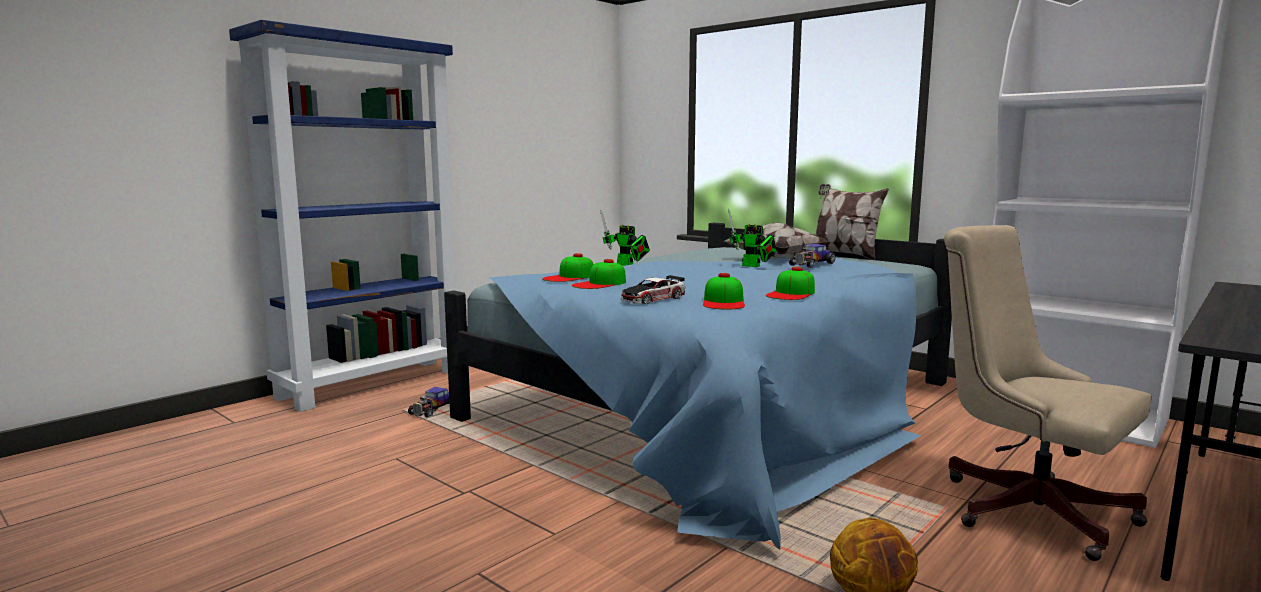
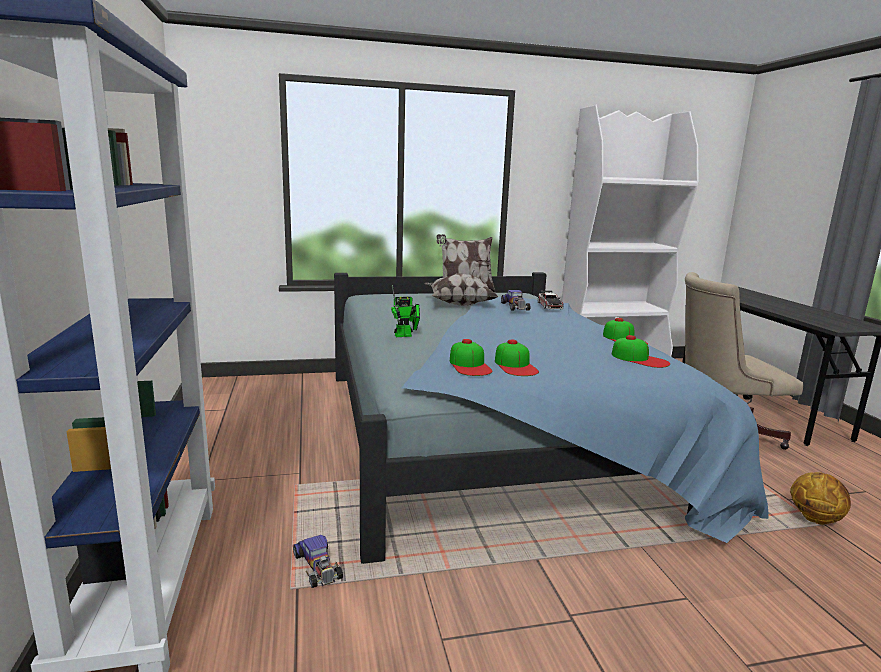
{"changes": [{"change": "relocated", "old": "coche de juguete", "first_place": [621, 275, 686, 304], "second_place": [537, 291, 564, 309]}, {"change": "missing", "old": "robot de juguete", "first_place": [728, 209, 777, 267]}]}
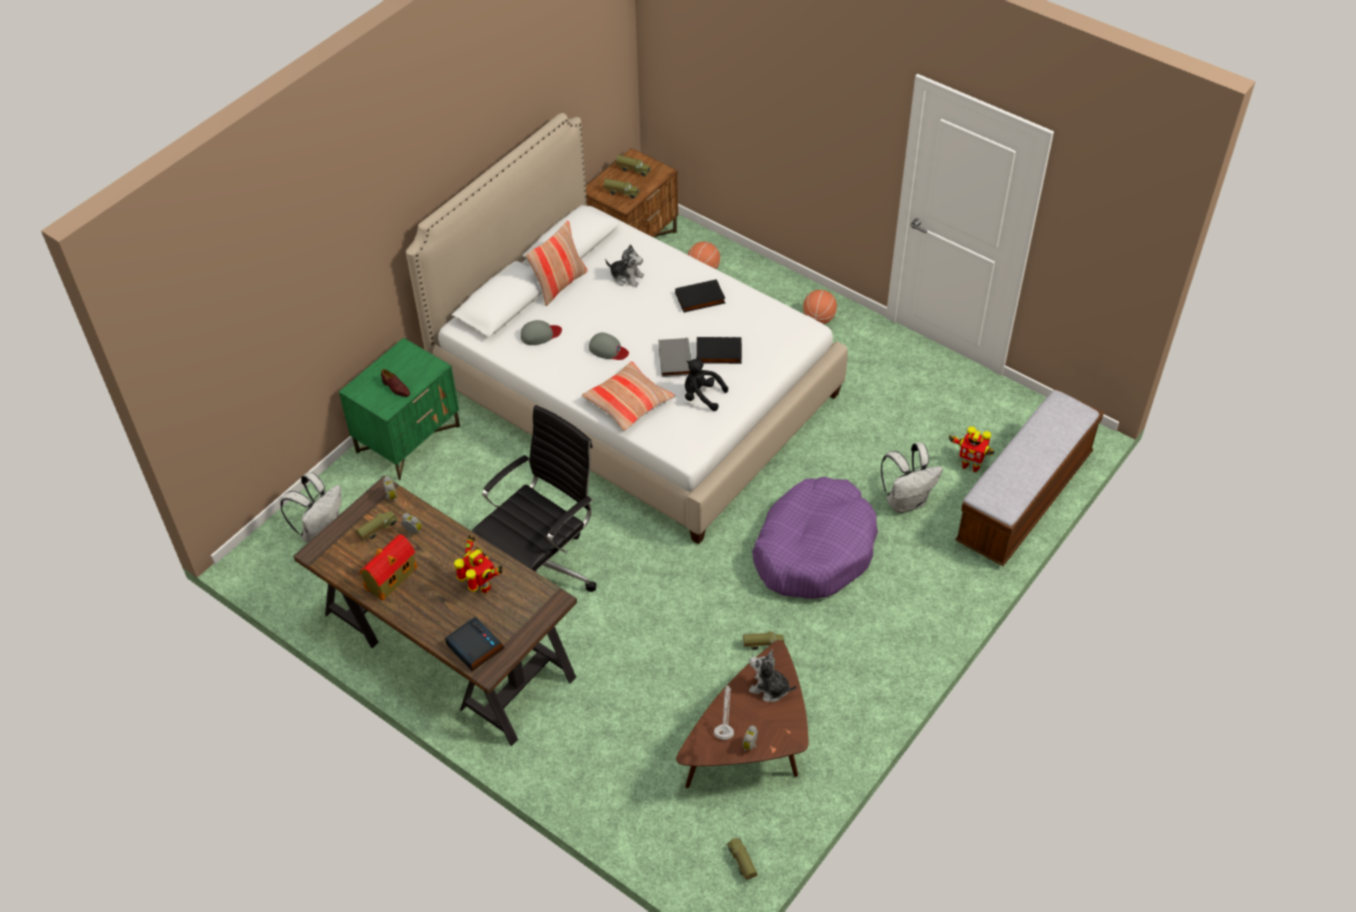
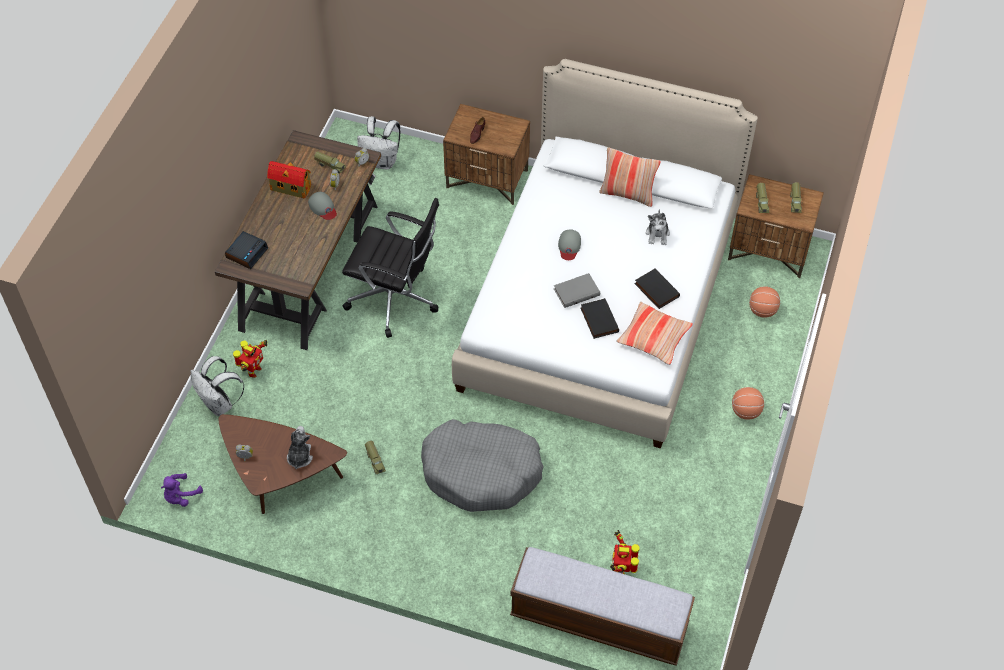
{"changes": [{"change": "colour", "old": "mesita de noche [verde]", "new": "mesita de noche [marrón]", "first_place": [339, 338, 460, 480], "second_place": [443, 104, 530, 205]}, {"change": "relocated", "old": "robot de juguete", "first_place": [454, 535, 503, 593], "second_place": [233, 340, 268, 378]}, {"change": "relocated", "old": "gorra [gris]", "first_place": [521, 320, 562, 345], "second_place": [308, 192, 337, 220]}, {"change": "relocated", "old": "cojín", "first_place": [582, 361, 675, 431], "second_place": [616, 302, 693, 365]}, {"change": "missing", "old": "peluche [negro]", "first_place": [685, 359, 728, 411]}, {"change": "missing", "old": "lámpara de mesa [gris]", "first_place": [714, 686, 734, 740]}, {"change": "exchanged", "old": "camión de juguete", "new": "peluche [morado]", "first_place": [727, 838, 757, 880], "second_place": [161, 473, 203, 507]}, {"change": "colour", "old": "cama para perro [morado]", "new": "cama para perro [gris]", "first_place": [752, 477, 878, 599], "second_place": [421, 419, 544, 512]}, {"change": "relocated", "old": "mochila [blanco]", "first_place": [881, 443, 943, 513], "second_place": [190, 356, 244, 416]}]}
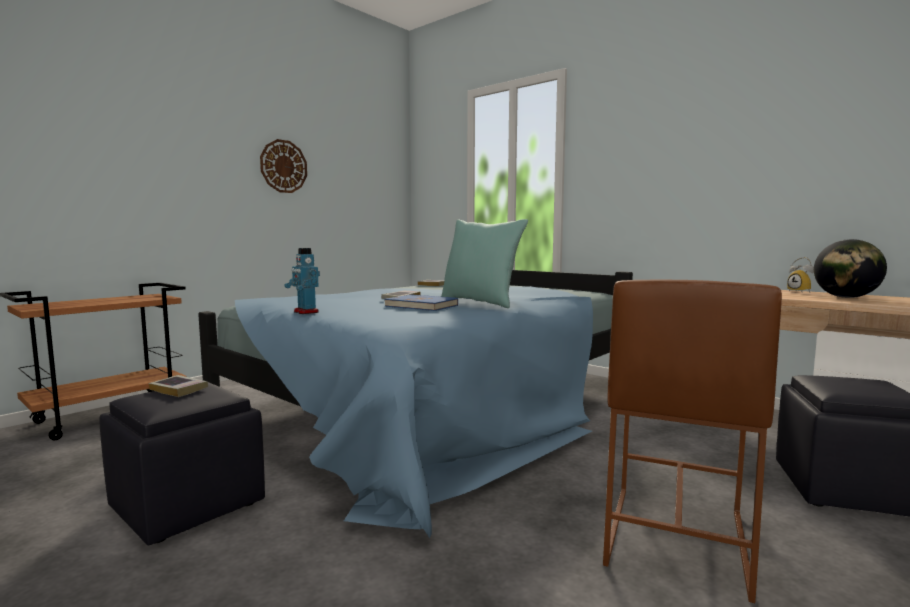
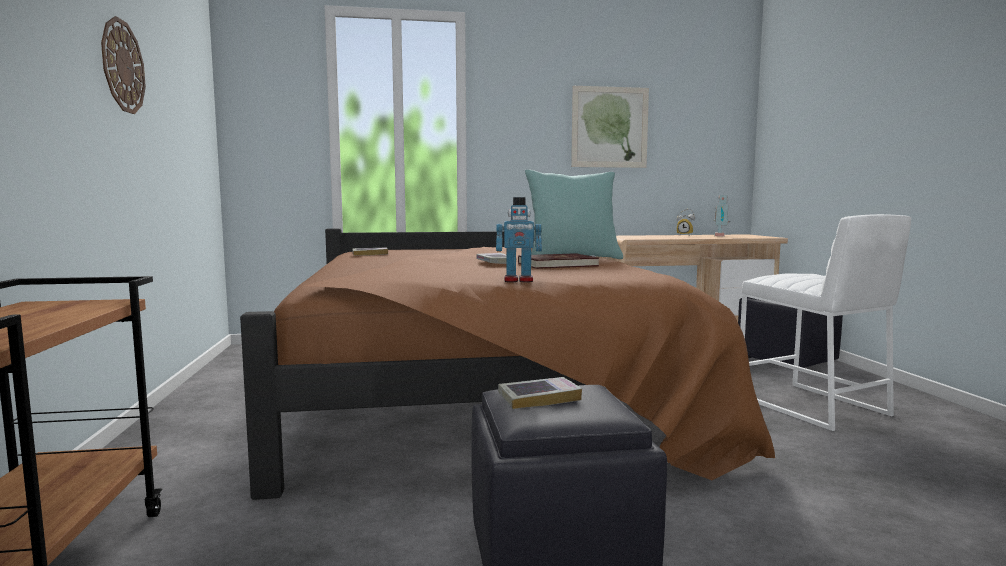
{"changes": [{"change": "colour", "old": "cama [azul]", "new": "cama [marrón]", "first_place": [198, 270, 633, 538], "second_place": [240, 228, 775, 500]}, {"change": "colour", "old": "libro [azul]", "new": "libro [rojo]", "first_place": [385, 294, 458, 311], "second_place": [518, 253, 599, 269]}, {"change": "colour", "old": "taburete [marrón]", "new": "taburete [blanco]", "first_place": [603, 280, 782, 603], "second_place": [740, 214, 911, 431]}, {"change": "exchanged", "old": "globo terráqueo", "new": "robot de juguete", "first_place": [814, 239, 887, 298], "second_place": [714, 195, 730, 236]}, {"change": "appeared", "new": "cuadro", "second_place": [571, 86, 649, 168]}]}
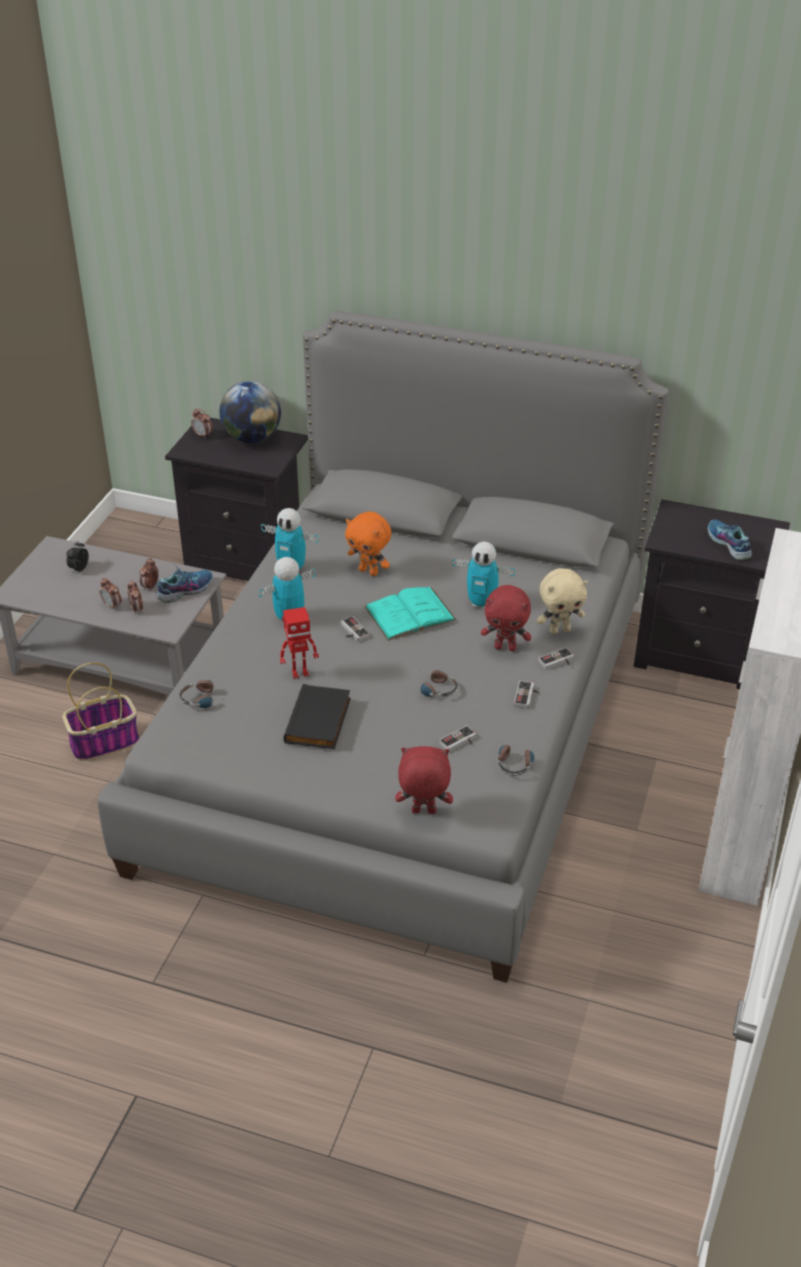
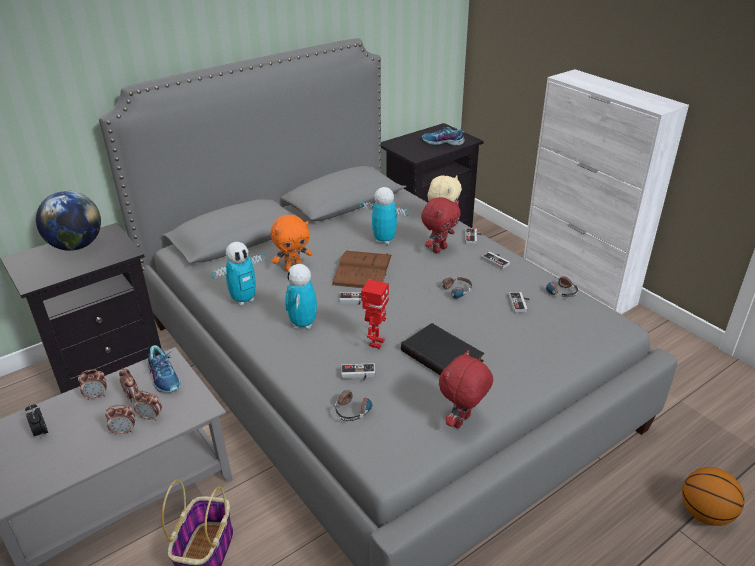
{"changes": [{"change": "spun", "old": "zapato", "first_place": [156, 564, 212, 603], "second_place": [148, 345, 181, 393], "degrees": 150}, {"change": "relocated", "old": "despertador", "first_place": [191, 408, 212, 439], "second_place": [78, 370, 107, 400]}, {"change": "colour", "old": "libro [turquesa]", "new": "libro [marrón]", "first_place": [365, 587, 456, 641], "second_place": [332, 251, 392, 288]}, {"change": "relocated", "old": "peluche [rojo]", "first_place": [395, 746, 453, 814], "second_place": [439, 350, 493, 429]}, {"change": "spun", "old": "robot de juguete", "first_place": [452, 542, 515, 609], "second_place": [360, 187, 409, 244], "degrees": -120}, {"change": "appeared", "new": "mando de consola", "second_place": [341, 363, 375, 381]}, {"change": "appeared", "new": "balón de baloncesto", "second_place": [682, 467, 745, 526]}]}
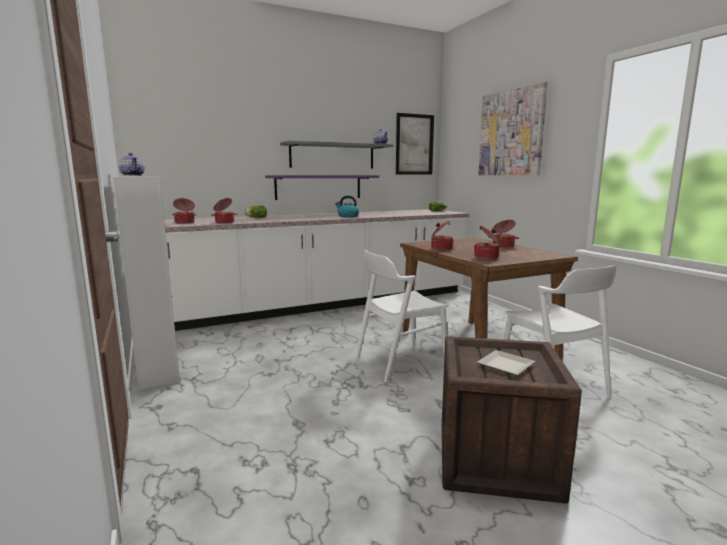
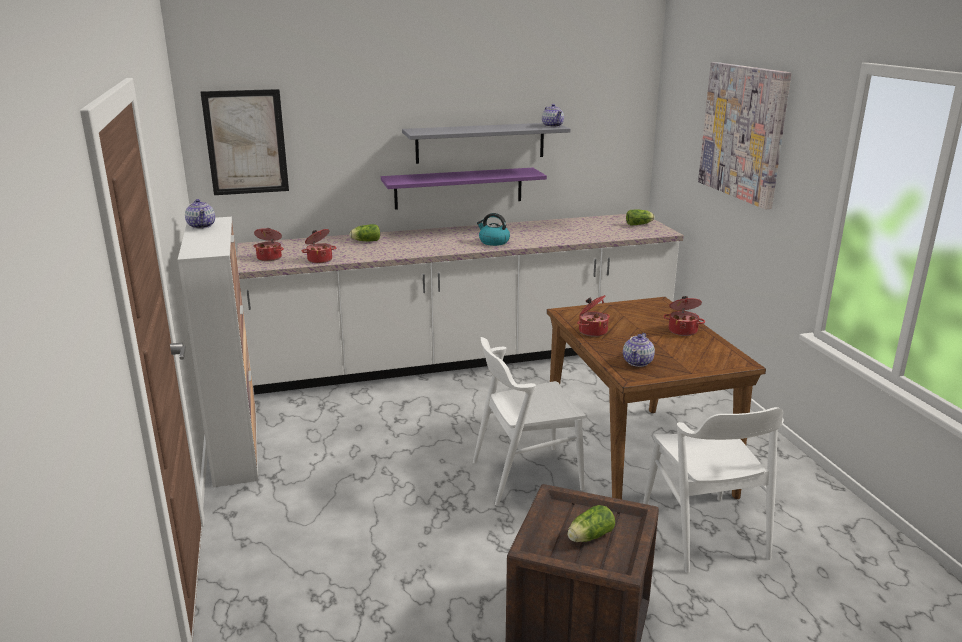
{"changes": [{"change": "relocated", "old": "cuadro", "first_place": [396, 113, 434, 175], "second_place": [200, 89, 289, 195]}, {"change": "exchanged", "old": "olla", "new": "tetera", "first_place": [474, 226, 500, 259], "second_place": [623, 333, 655, 367]}, {"change": "exchanged", "old": "plato", "new": "lechuga", "first_place": [477, 350, 535, 376], "second_place": [567, 505, 615, 542]}]}
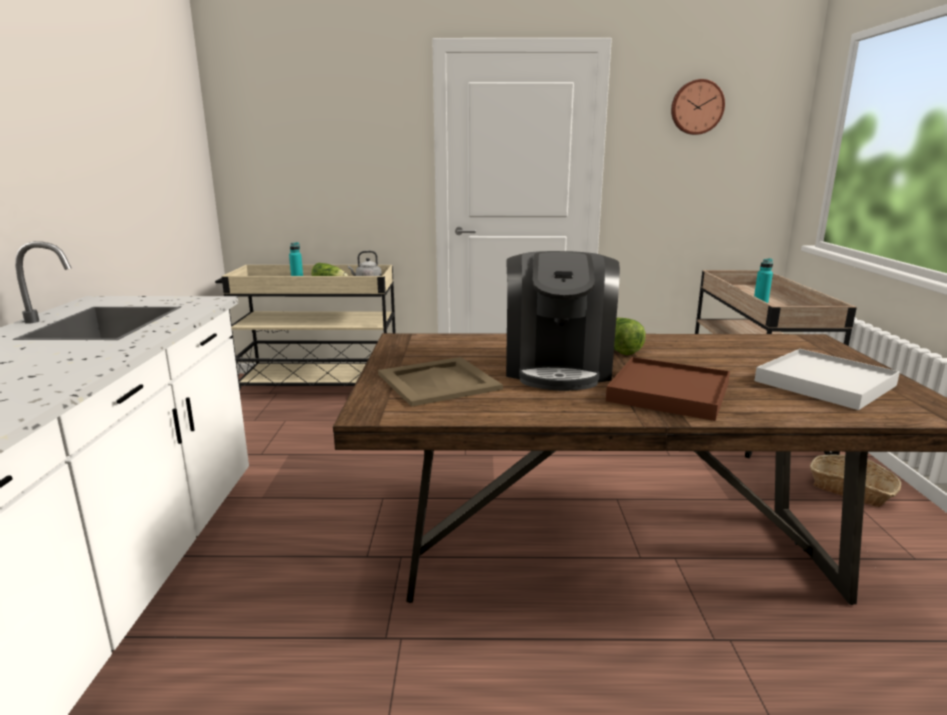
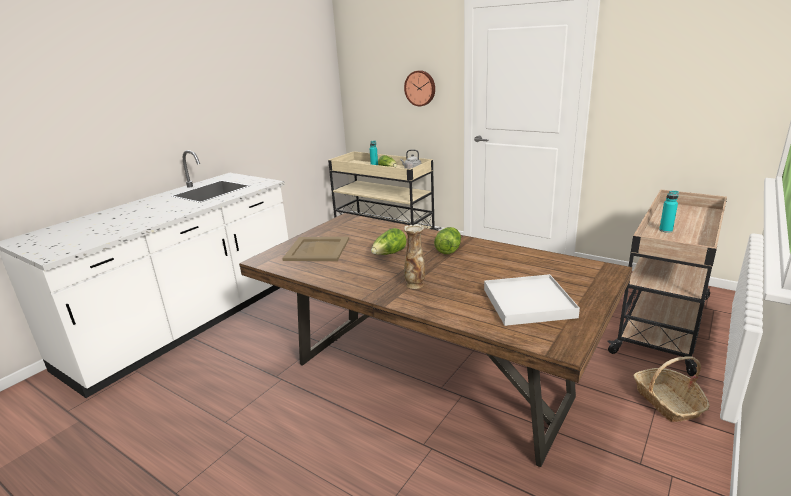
{"changes": [{"change": "exchanged", "old": "cafetera", "new": "lechuga", "first_place": [506, 251, 620, 391], "second_place": [371, 228, 407, 255]}, {"change": "exchanged", "old": "bandeja [marrón]", "new": "florero", "first_place": [606, 357, 730, 421], "second_place": [404, 224, 425, 289]}, {"change": "relocated", "old": "reloj de pared", "first_place": [671, 79, 725, 135], "second_place": [404, 70, 435, 106]}]}
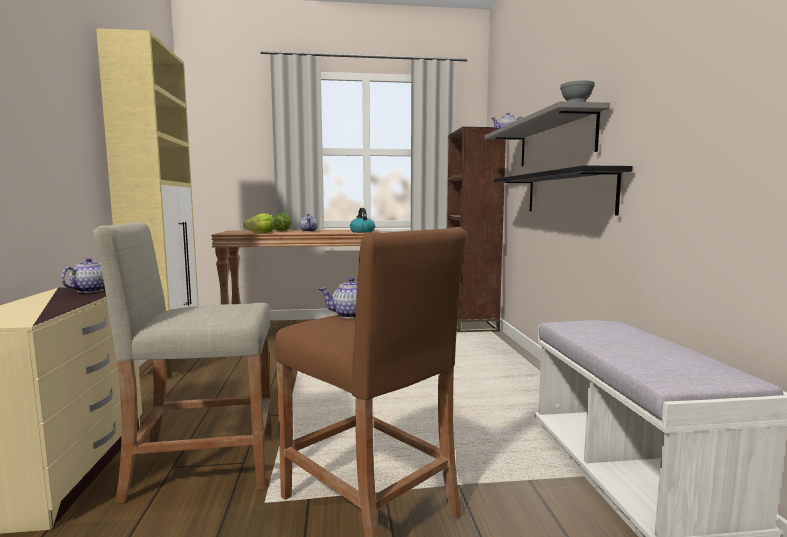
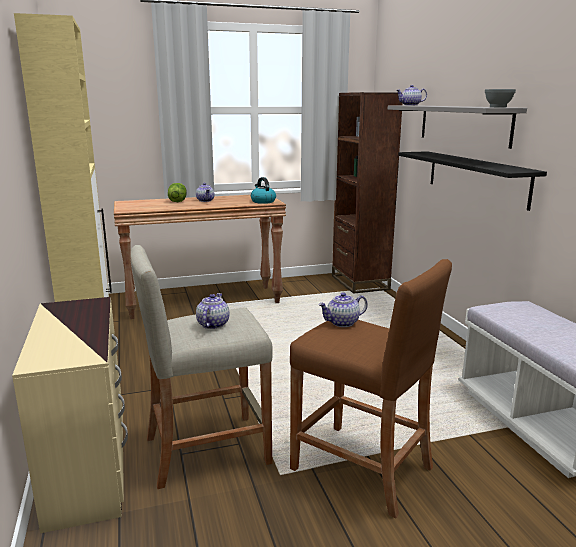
{"changes": [{"change": "relocated", "old": "tetera", "first_place": [61, 258, 105, 293], "second_place": [196, 293, 229, 329]}, {"change": "missing", "old": "lechuga", "first_place": [243, 213, 274, 233]}]}
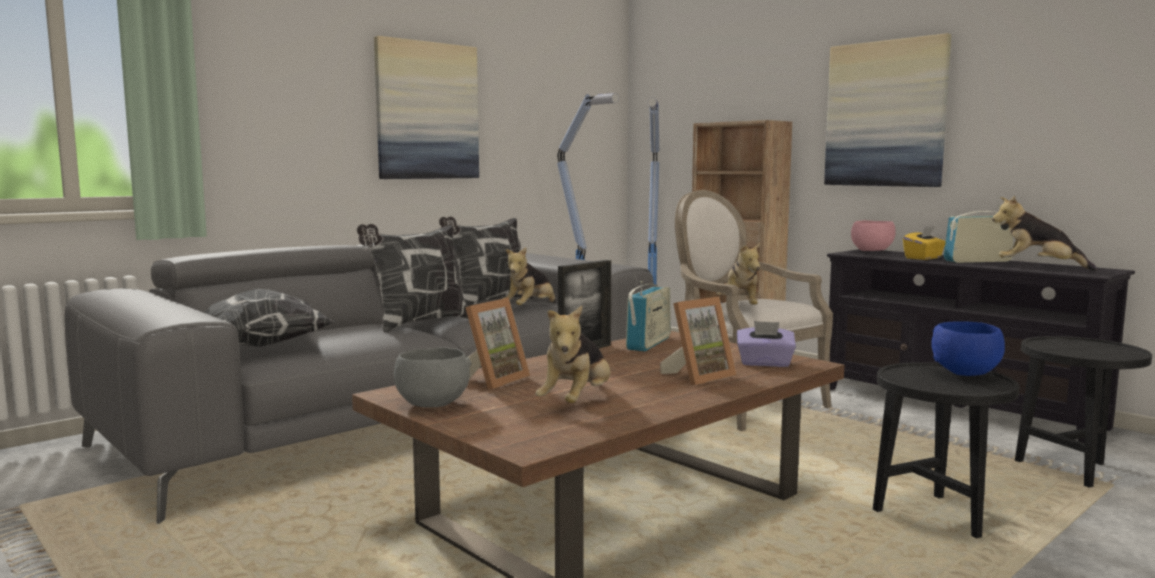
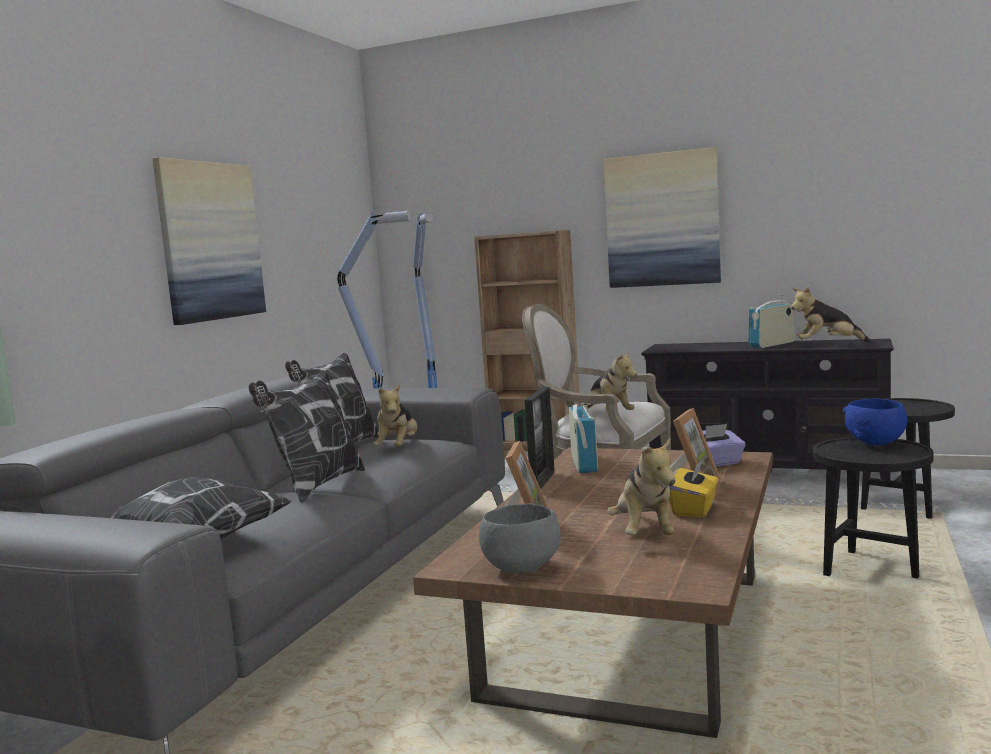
{"changes": [{"change": "missing", "old": "cuenco [rosa]", "first_place": [851, 220, 896, 251]}, {"change": "relocated", "old": "caja de pañuelos [amarillo]", "first_place": [903, 226, 946, 260], "second_place": [669, 460, 718, 517]}]}
